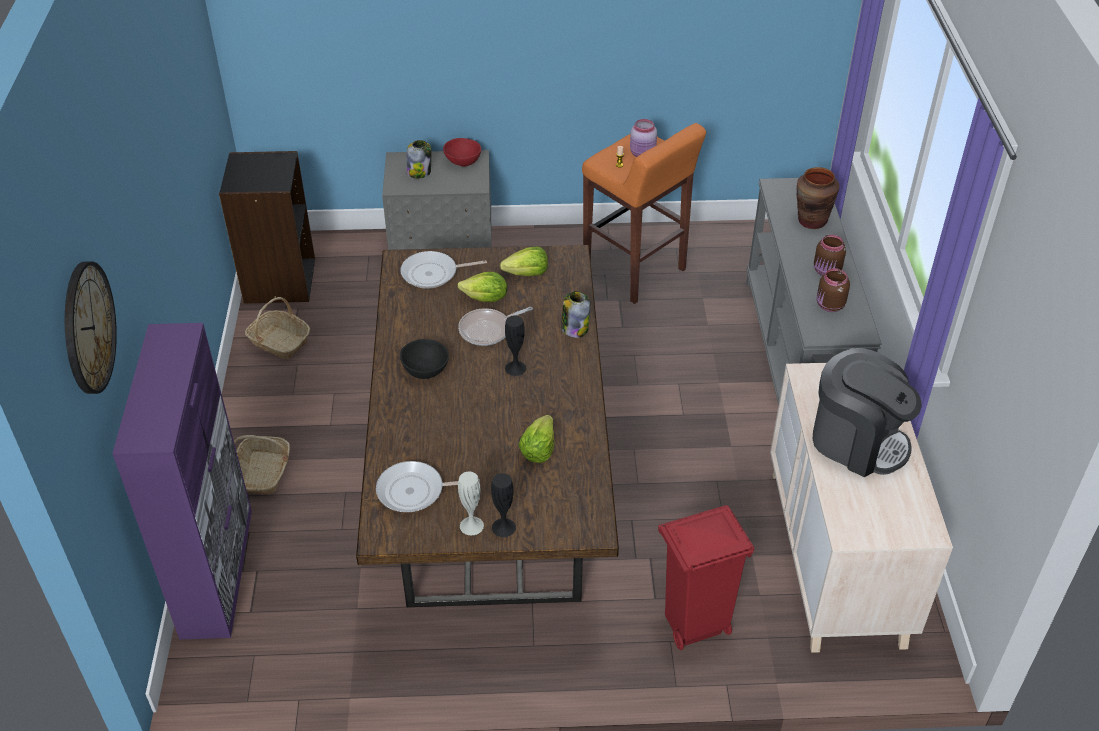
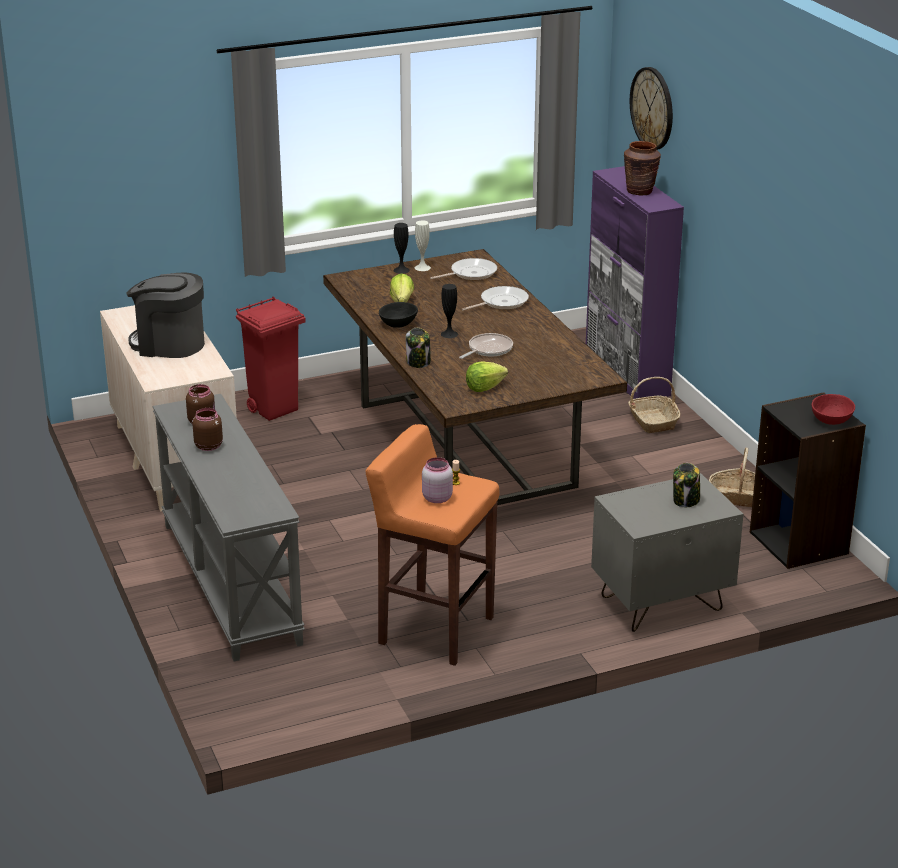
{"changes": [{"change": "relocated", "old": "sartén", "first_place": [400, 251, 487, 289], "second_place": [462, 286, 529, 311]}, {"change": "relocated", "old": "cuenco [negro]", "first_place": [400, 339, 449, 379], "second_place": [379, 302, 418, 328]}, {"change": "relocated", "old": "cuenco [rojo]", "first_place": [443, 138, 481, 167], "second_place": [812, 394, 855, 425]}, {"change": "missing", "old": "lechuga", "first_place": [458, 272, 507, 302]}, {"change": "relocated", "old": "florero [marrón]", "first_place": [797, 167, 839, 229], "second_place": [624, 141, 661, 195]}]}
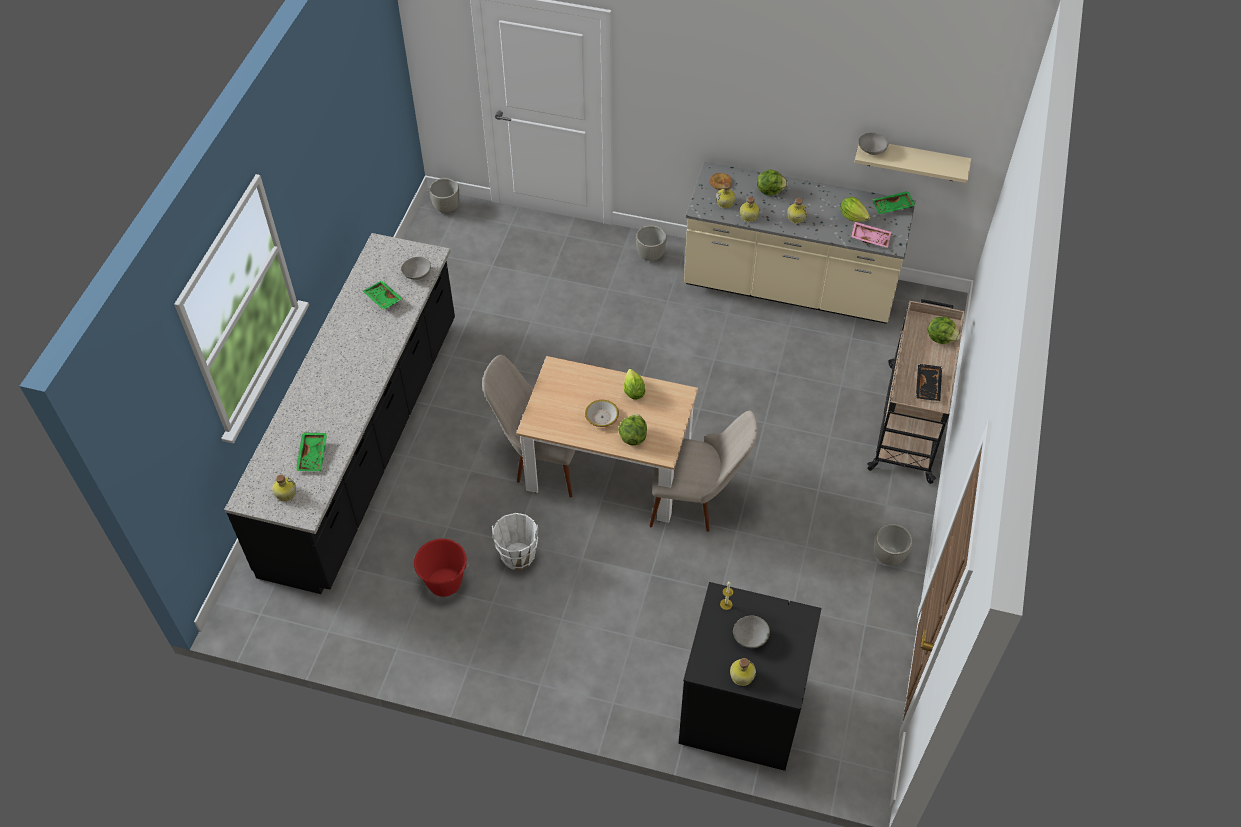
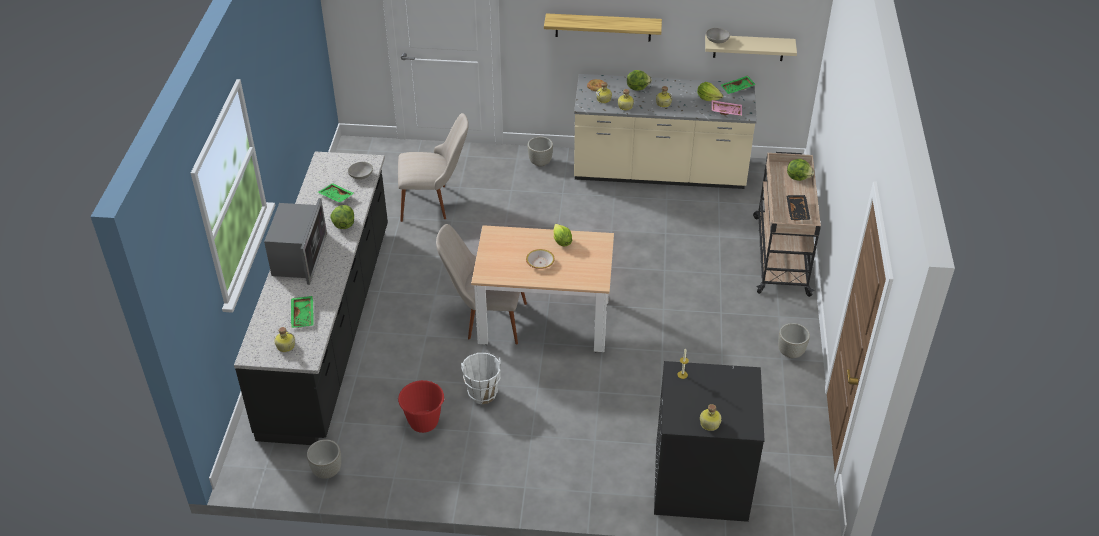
{"changes": [{"change": "relocated", "old": "maceta [gris]", "first_place": [429, 178, 459, 213], "second_place": [307, 439, 341, 479]}, {"change": "relocated", "old": "lechuga", "first_place": [618, 414, 647, 446], "second_place": [330, 205, 354, 229]}, {"change": "relocated", "old": "silla [beis]", "first_place": [649, 411, 758, 532], "second_place": [398, 113, 469, 222]}, {"change": "missing", "old": "cuenco [gris]", "first_place": [733, 616, 770, 648]}, {"change": "appeared", "new": "microondas", "second_place": [264, 198, 327, 285]}, {"change": "appeared", "new": "estante", "second_place": [544, 13, 662, 41]}]}
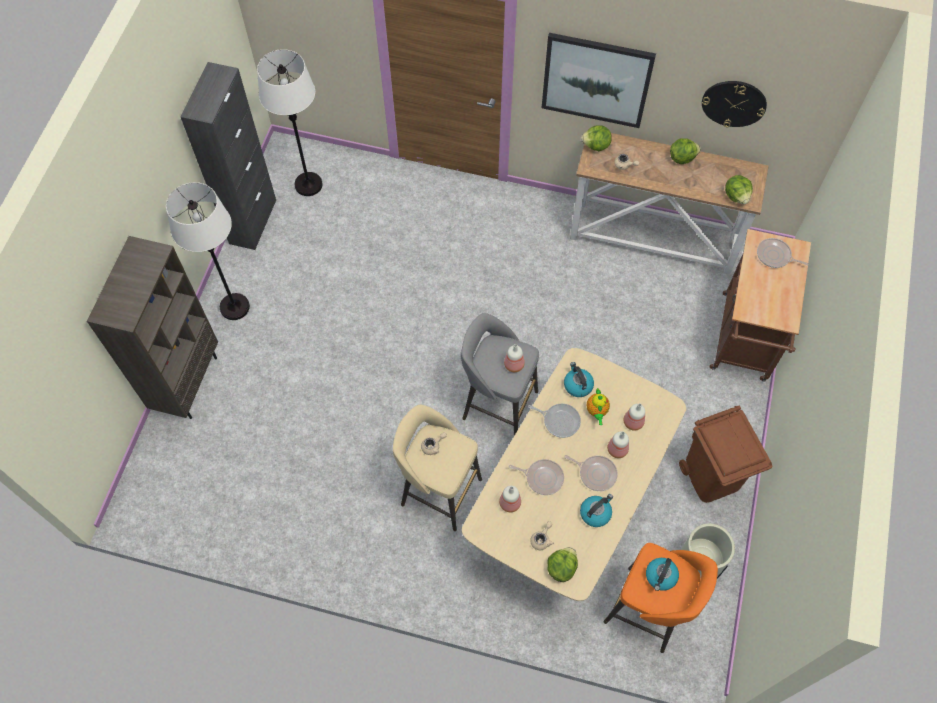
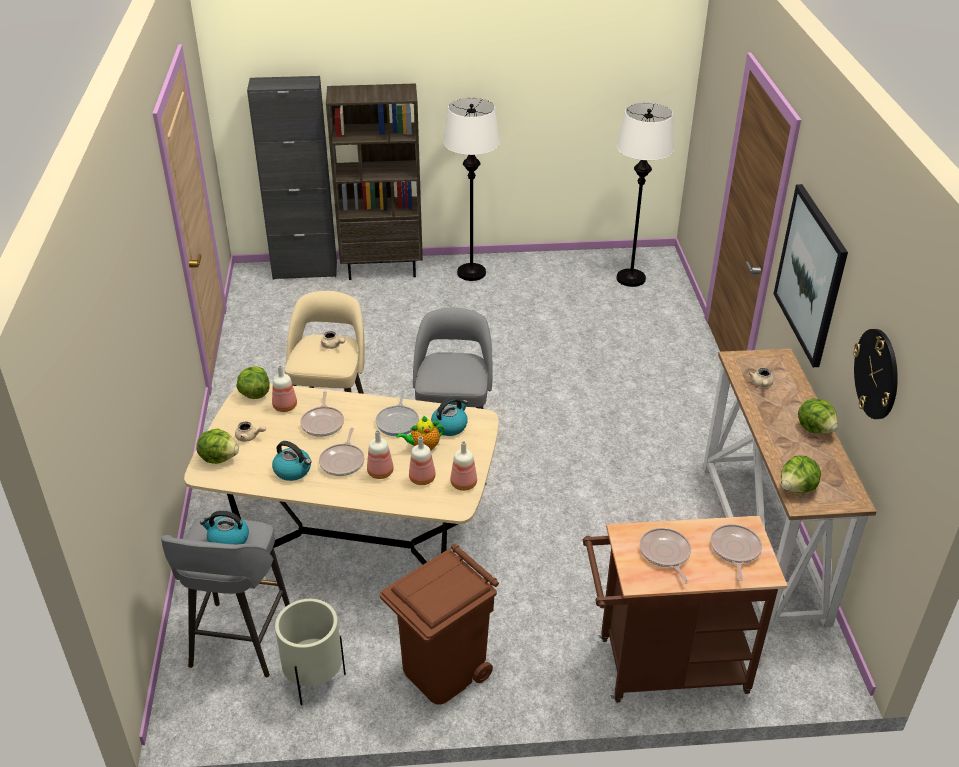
{"changes": [{"change": "relocated", "old": "armario [negro]", "first_place": [181, 62, 276, 250], "second_place": [247, 76, 337, 280]}, {"change": "relocated", "old": "botella", "first_place": [504, 344, 525, 372], "second_place": [450, 441, 477, 491]}, {"change": "relocated", "old": "lechuga", "first_place": [581, 125, 612, 151], "second_place": [236, 366, 270, 399]}, {"change": "colour", "old": "taburete [naranja]", "new": "taburete [gris]", "first_place": [603, 543, 718, 653], "second_place": [161, 516, 290, 677]}, {"change": "appeared", "new": "sartén", "second_place": [640, 528, 691, 583]}]}
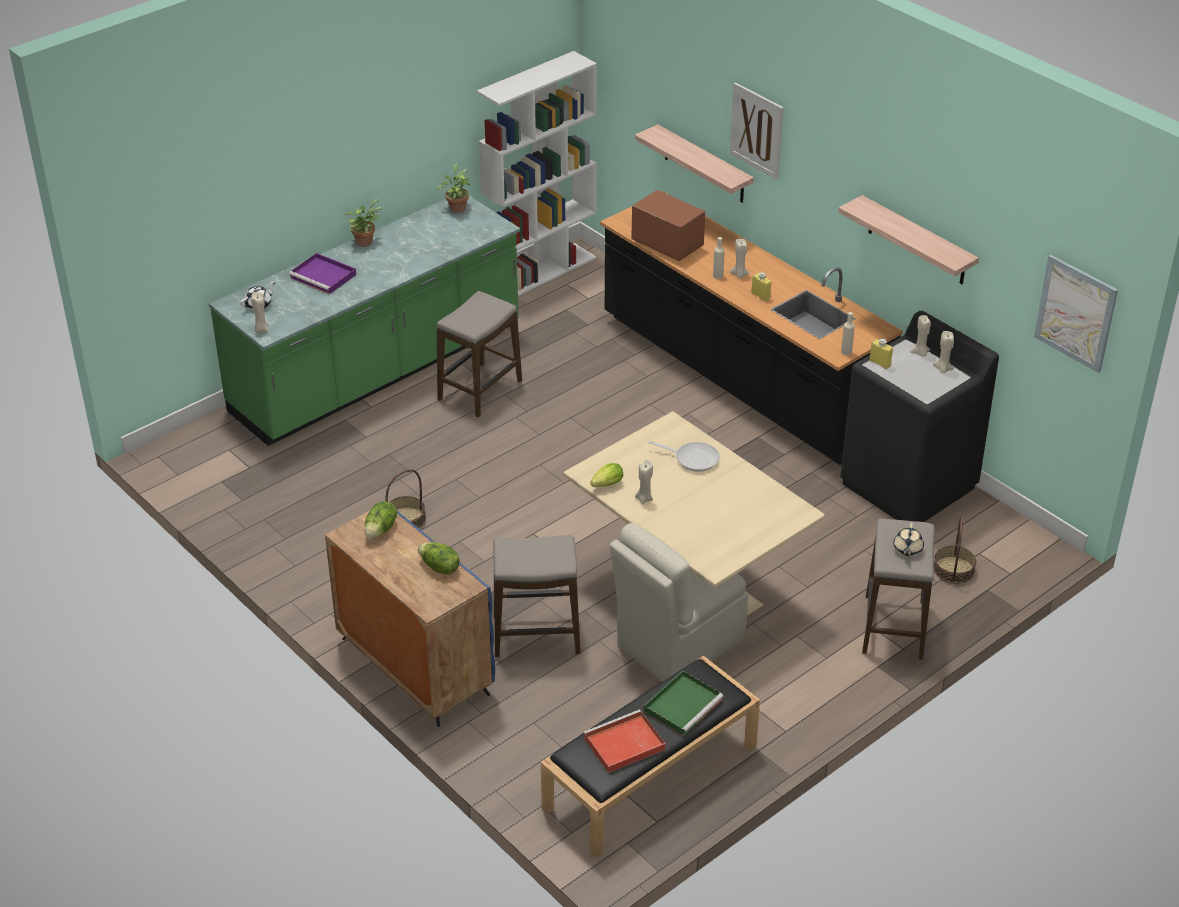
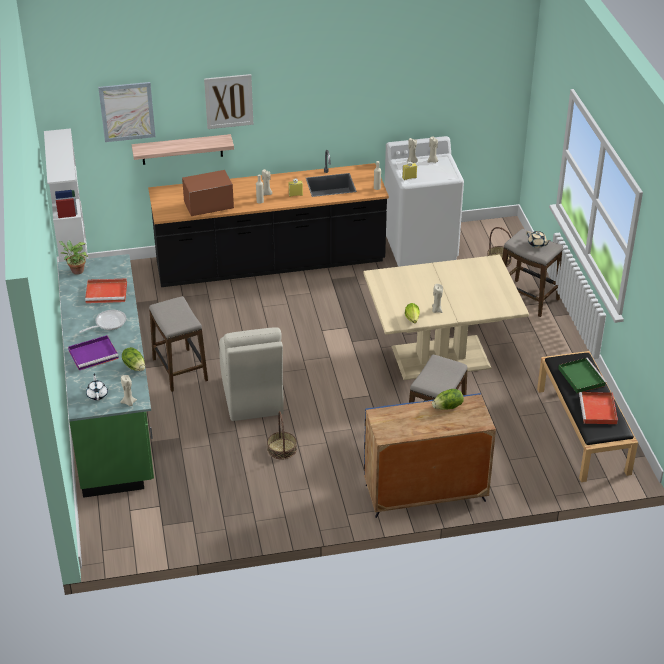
{"changes": [{"change": "missing", "old": "planta en maceta", "first_place": [345, 199, 382, 247]}, {"change": "relocated", "old": "lechuga", "first_place": [365, 501, 397, 539], "second_place": [122, 347, 145, 371]}, {"change": "relocated", "old": "silla [beis]", "first_place": [610, 523, 748, 682], "second_place": [219, 327, 284, 421]}, {"change": "relocated", "old": "sartén", "first_place": [648, 441, 720, 472], "second_place": [79, 310, 126, 333]}, {"change": "missing", "old": "estante", "first_place": [838, 195, 979, 284]}, {"change": "colour", "old": "lavadora [negro]", "new": "lavadora [blanco]", "first_place": [841, 311, 999, 522], "second_place": [384, 136, 464, 267]}, {"change": "relocated", "old": "cuadro", "first_place": [1034, 255, 1118, 373], "second_place": [98, 82, 156, 142]}, {"change": "appeared", "new": "bandeja [rojo]", "second_place": [85, 278, 127, 303]}]}
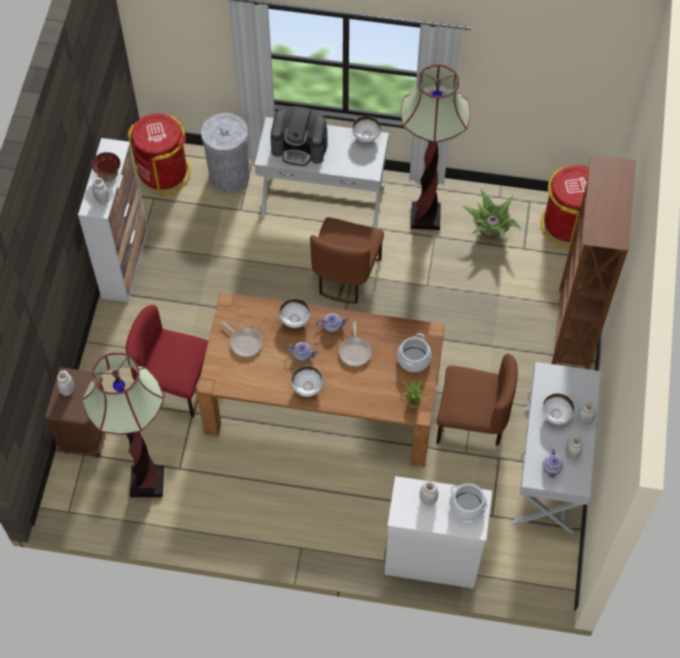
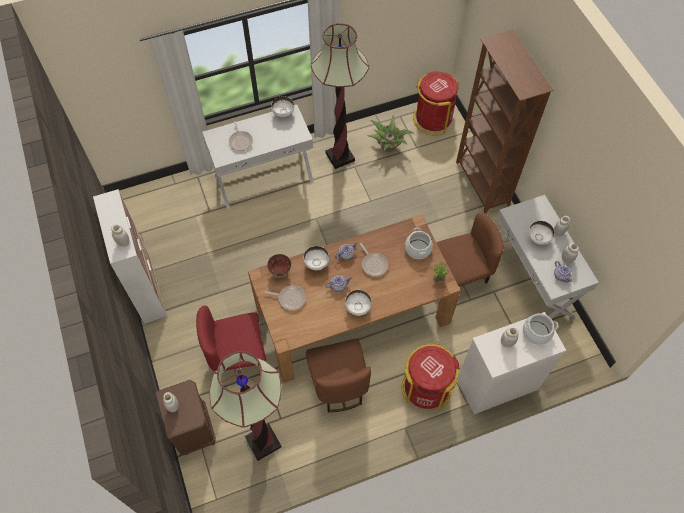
{"changes": [{"change": "relocated", "old": "cuenco", "first_place": [92, 152, 121, 181], "second_place": [267, 254, 291, 278]}, {"change": "relocated", "old": "papelera [rojo]", "first_place": [127, 114, 191, 195], "second_place": [401, 344, 460, 411]}, {"change": "missing", "old": "papelera [gris]", "first_place": [201, 113, 249, 193]}, {"change": "exchanged", "old": "cafetera", "new": "sartén", "first_place": [270, 106, 328, 166], "second_place": [229, 121, 253, 151]}, {"change": "relocated", "old": "silla [marrón]", "first_place": [310, 217, 384, 304], "second_place": [306, 339, 371, 412]}]}
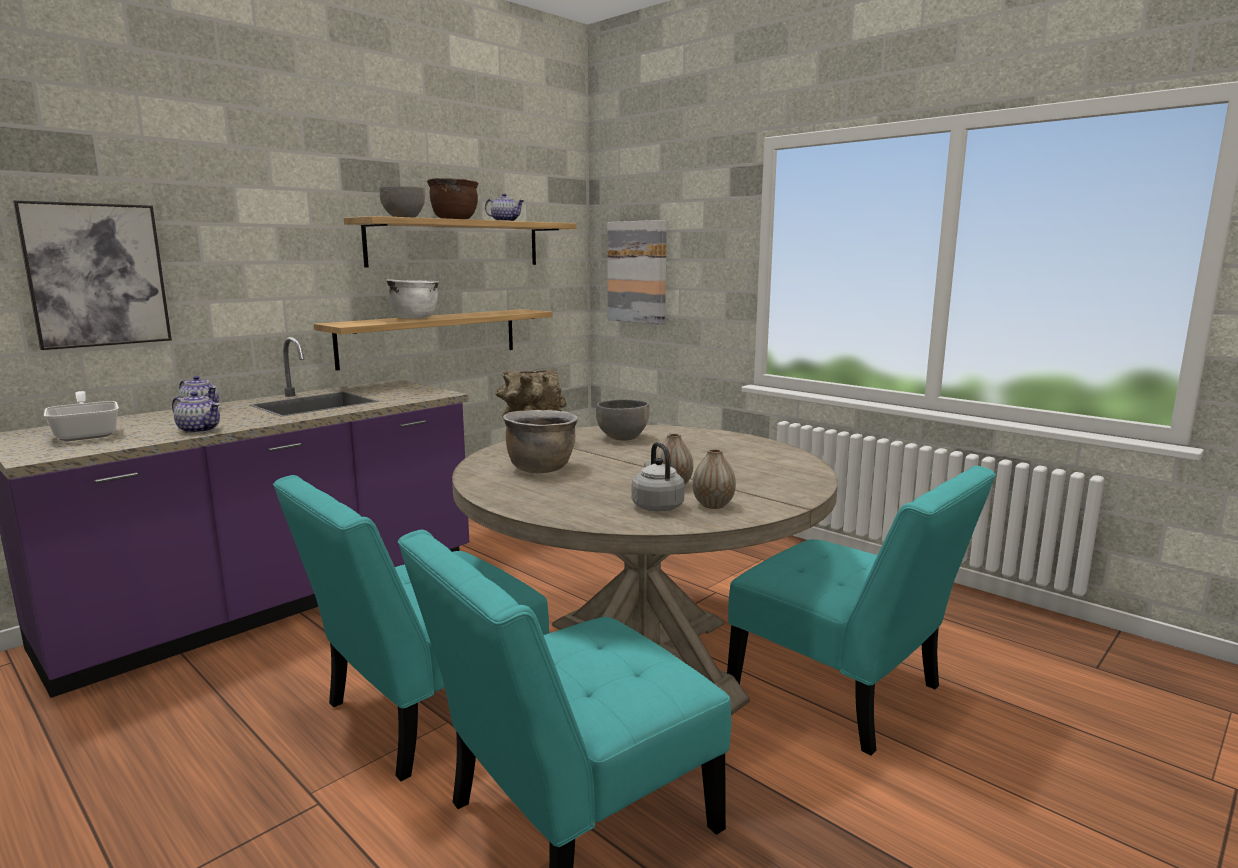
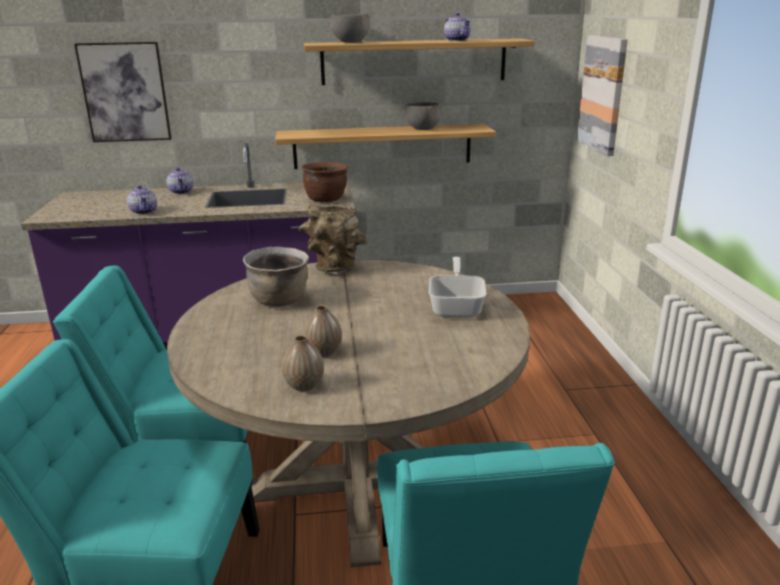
{"changes": [{"change": "relocated", "old": "sartén", "first_place": [44, 391, 119, 441], "second_place": [429, 257, 487, 317]}, {"change": "missing", "old": "olla [blanco]", "first_place": [386, 279, 439, 319]}, {"change": "relocated", "old": "olla [marrón]", "first_place": [427, 178, 479, 219], "second_place": [302, 162, 348, 202]}, {"change": "relocated", "old": "cuenco [gris]", "first_place": [596, 399, 650, 441], "second_place": [404, 102, 442, 130]}, {"change": "missing", "old": "hervidor [gris]", "first_place": [631, 442, 685, 512]}]}
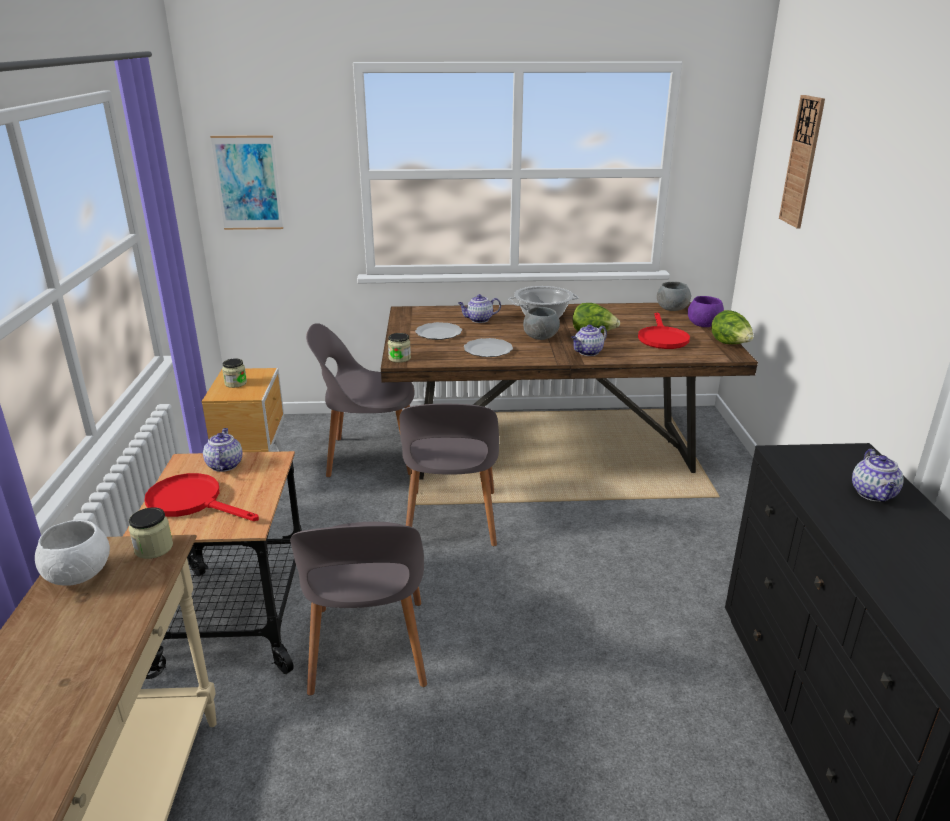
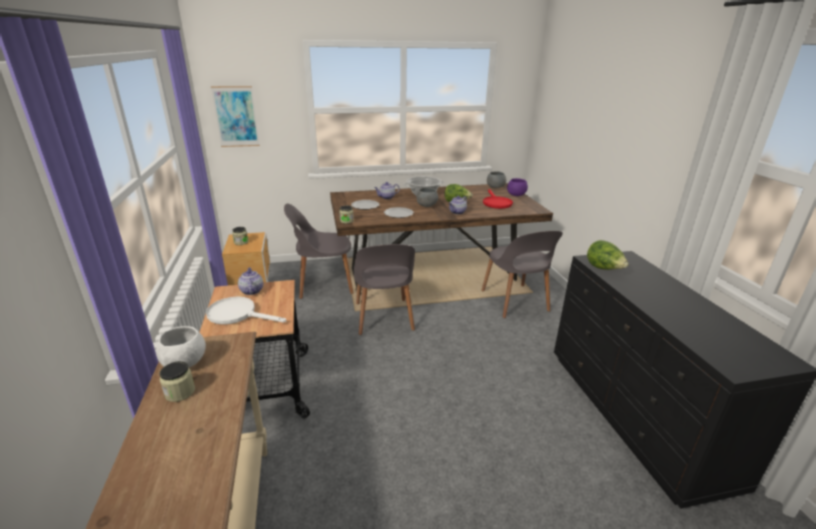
{"changes": [{"change": "relocated", "old": "tarro", "first_place": [129, 507, 173, 559], "second_place": [160, 361, 195, 402]}, {"change": "colour", "old": "sartén [rojo]", "new": "sartén [blanco]", "first_place": [145, 473, 259, 521], "second_place": [206, 297, 286, 325]}, {"change": "relocated", "old": "silla [gris]", "first_place": [290, 522, 427, 696], "second_place": [481, 231, 563, 318]}, {"change": "relocated", "old": "lechuga", "first_place": [711, 310, 754, 344], "second_place": [587, 240, 629, 270]}, {"change": "missing", "old": "reloj de pared", "first_place": [779, 95, 825, 228]}, {"change": "missing", "old": "tetera", "first_place": [852, 449, 904, 502]}]}
